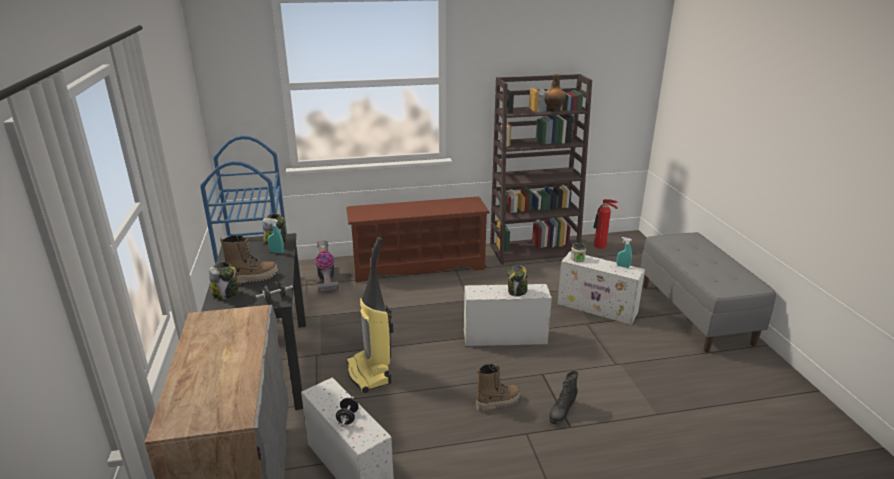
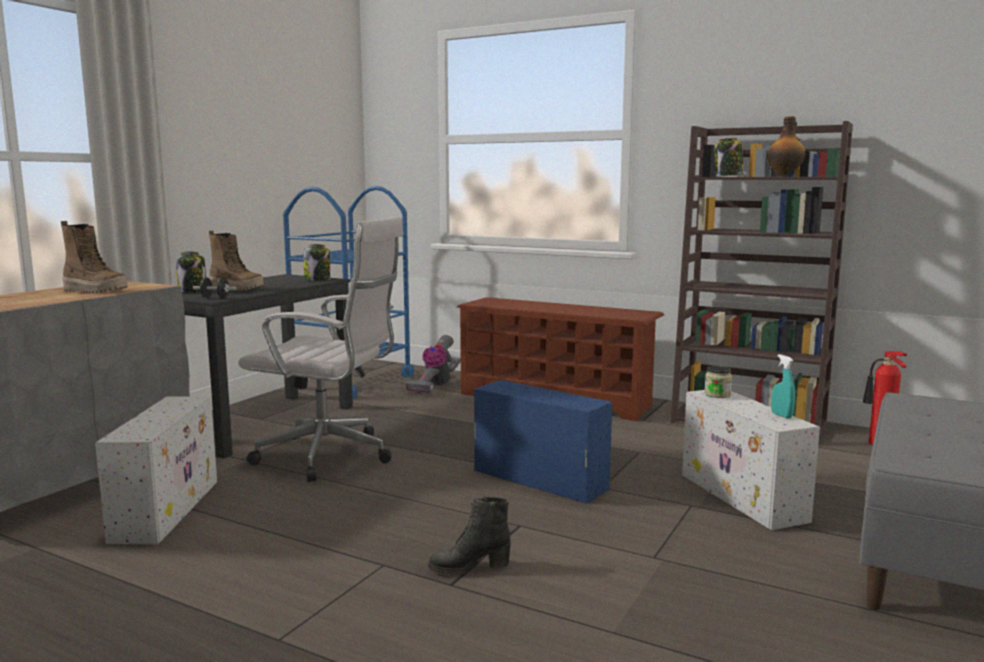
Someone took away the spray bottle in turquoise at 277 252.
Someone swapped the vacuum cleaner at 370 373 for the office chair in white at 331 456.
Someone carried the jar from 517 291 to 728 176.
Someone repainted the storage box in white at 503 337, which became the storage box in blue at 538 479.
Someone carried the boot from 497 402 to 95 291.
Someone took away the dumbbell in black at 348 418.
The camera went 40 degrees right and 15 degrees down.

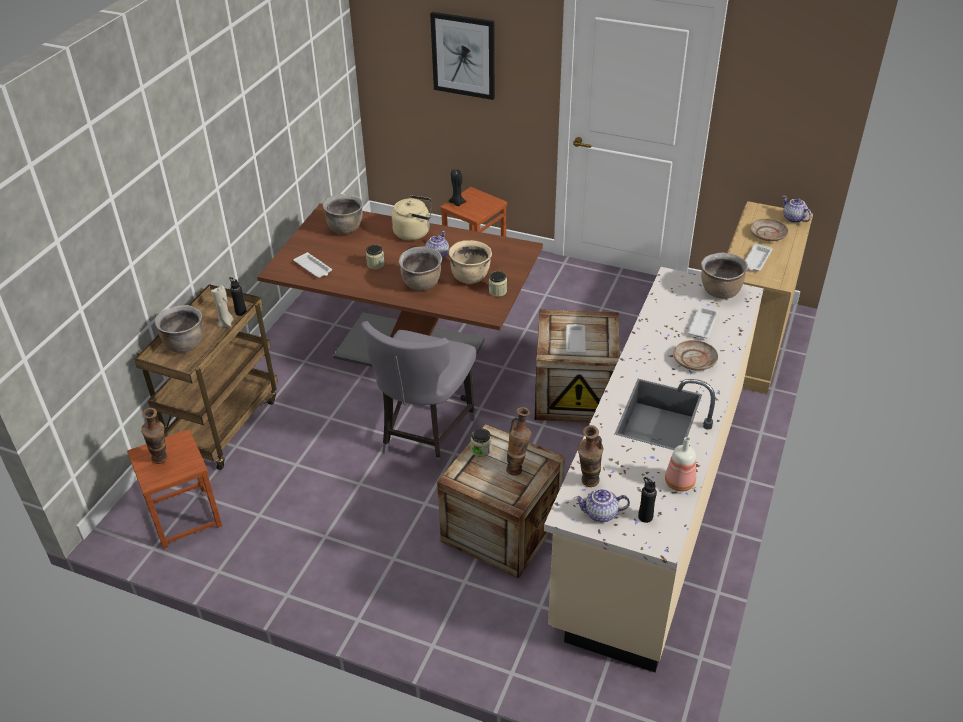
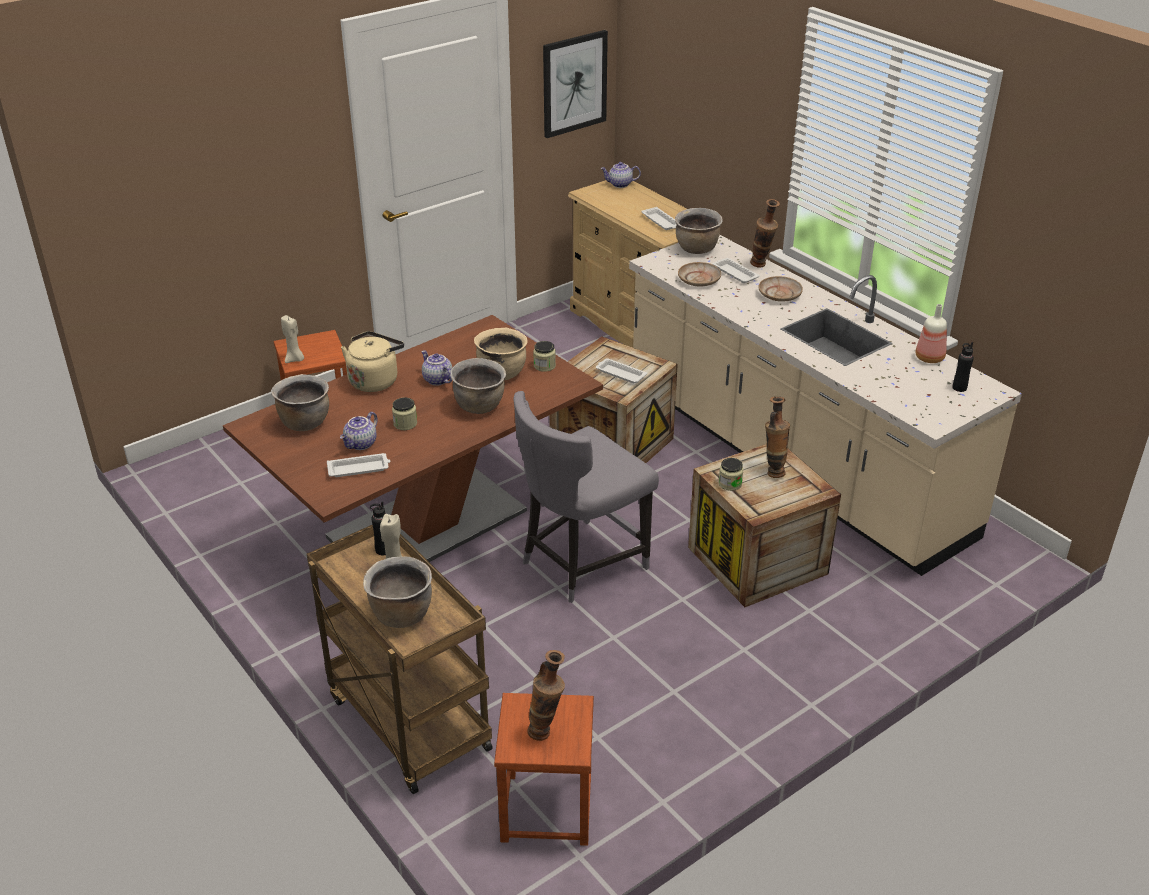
Someone carried the picture from 463 55 to 574 83.
Someone repainted the candle in black at 457 203, which became the candle in beige at 295 359.
Someone carried the plate in beige from 767 234 to 699 280.
Someone rotated the chair in grey at 424 435 by 90 degrees clockwise.
Someone carried the vase from 588 485 to 761 266.
Someone carried the teapot from 600 514 to 361 444.
The camera went 60 degrees left and 5 degrees down.

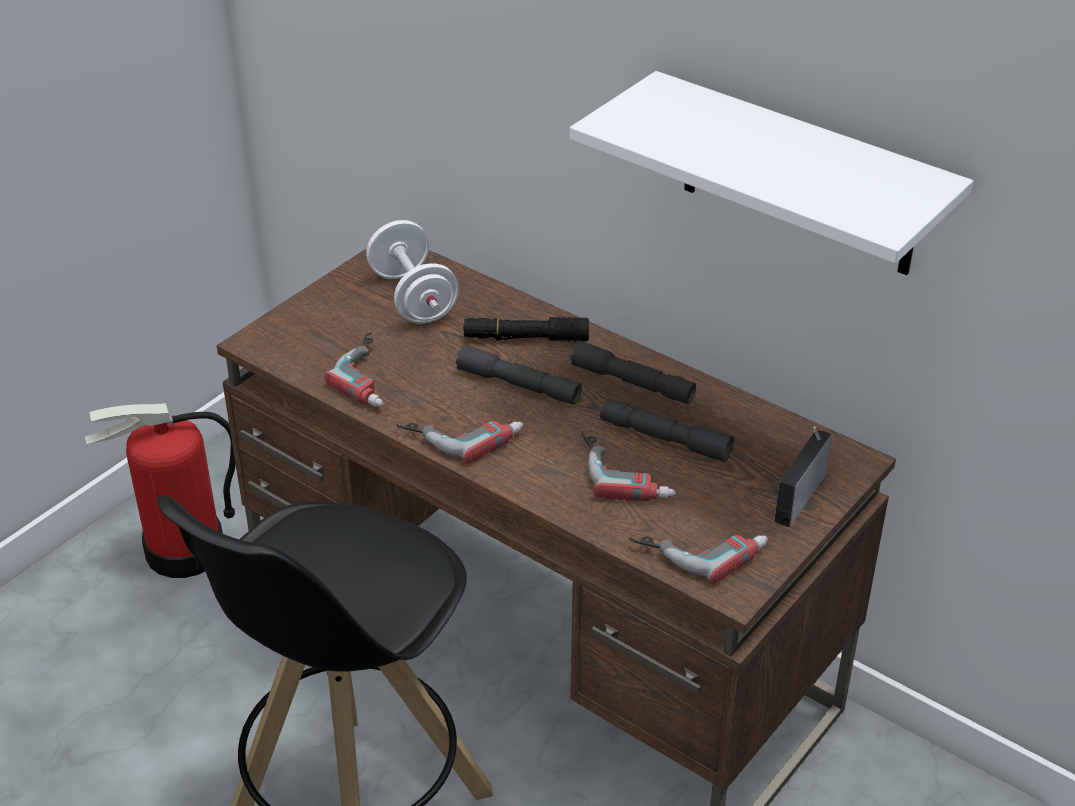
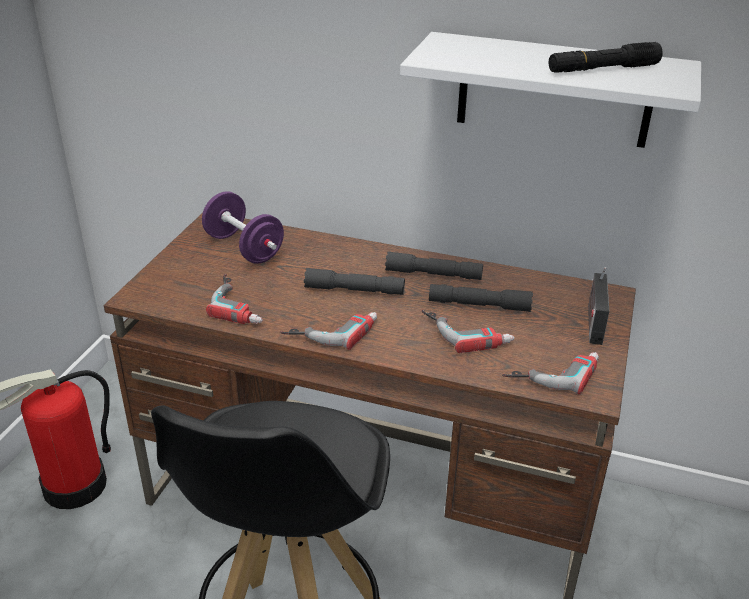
Someone repainted the dumbbell in white at 413 298, which became the dumbbell in purple at 244 248.
Someone carried the flashlight in black from 526 338 to 603 69.
The camera went 20 degrees left and 5 degrees down.

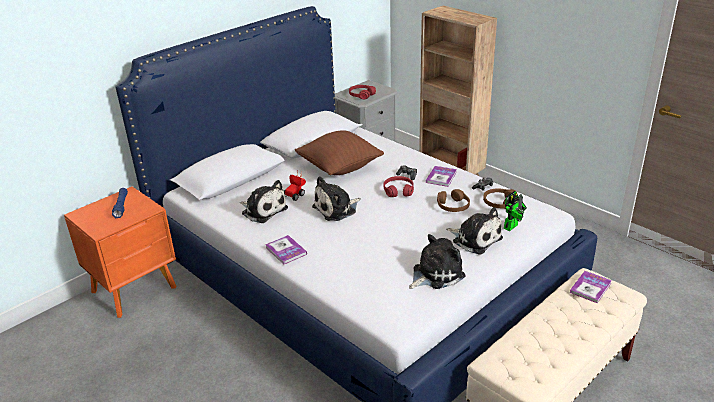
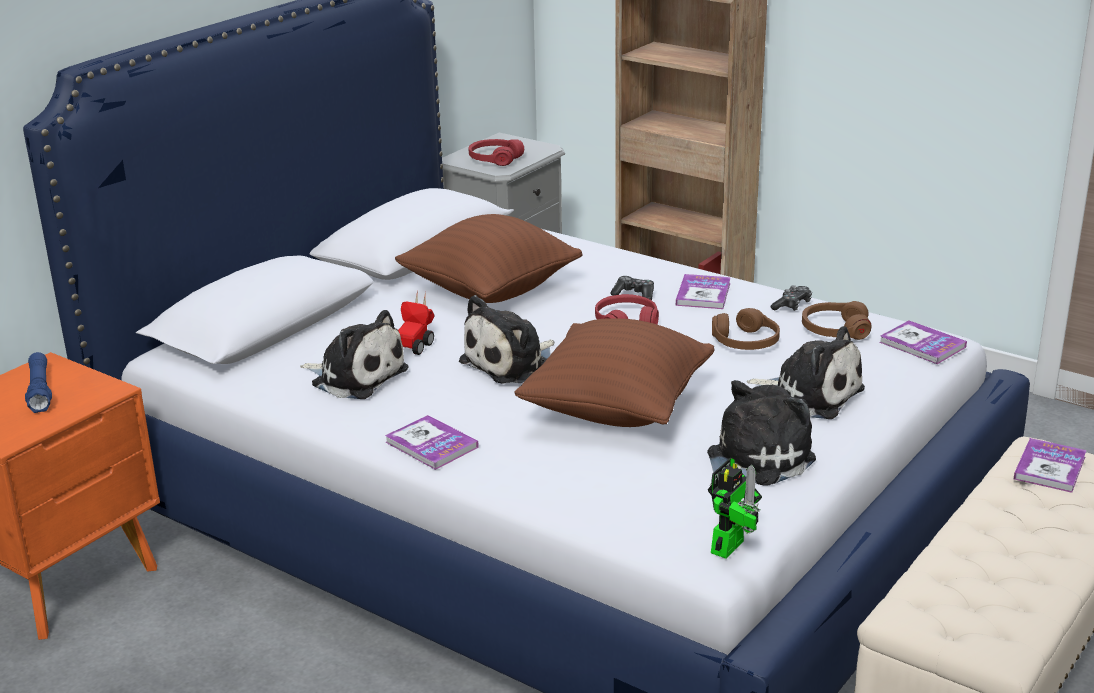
Someone carried the toy robot from 512 225 to 730 543.
Someone put down the pillow in brown at 617 410.
Someone put down the book at 922 344.
The camera went 10 degrees left and 5 degrees down.

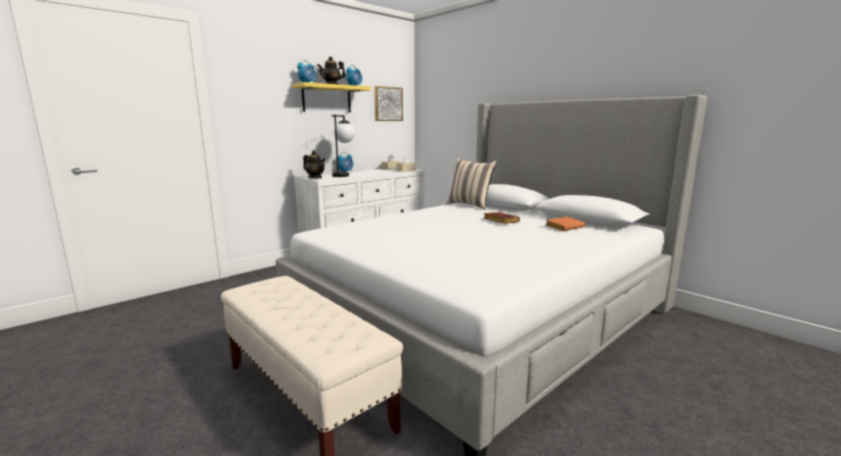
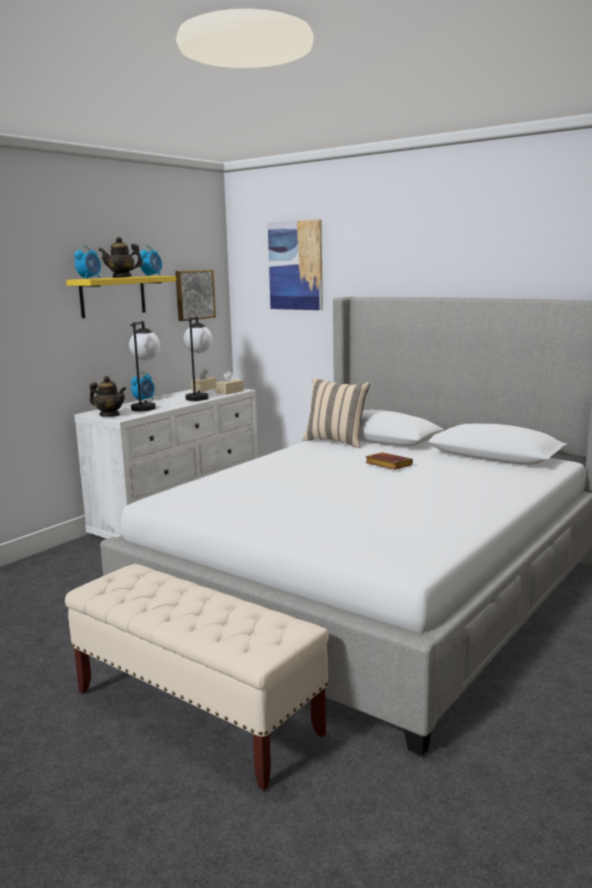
Someone took away the book in orange at 564 227.
Someone put up the picture at 296 265.
Someone put down the table lamp at 199 397.
The camera went 10 degrees left and 0 degrees up.

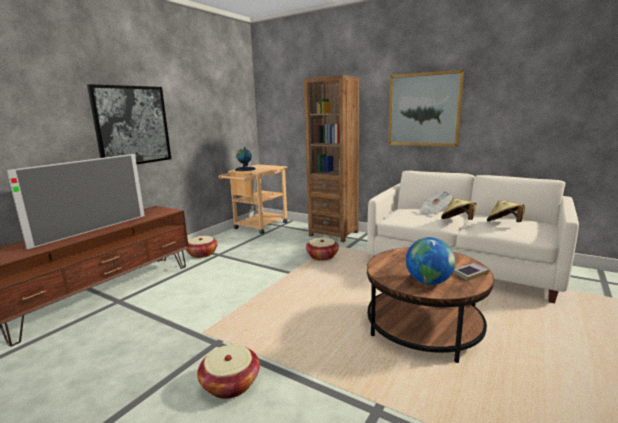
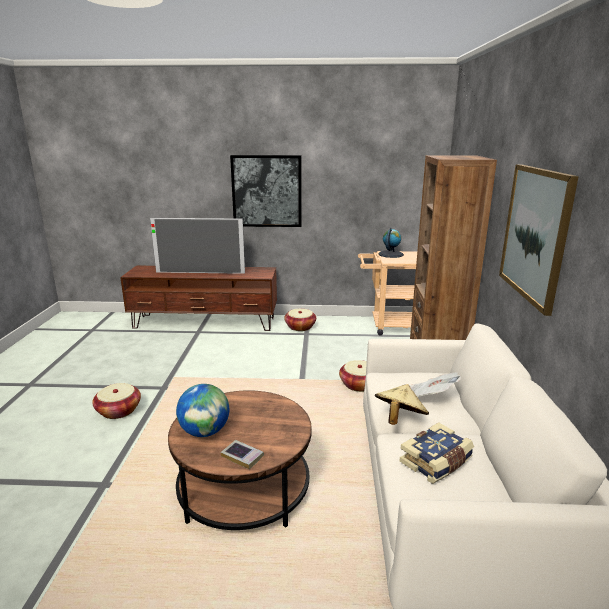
Someone swapped the hat in beige at 504 223 for the book at 436 462.
The camera went 60 degrees right and 5 degrees up.

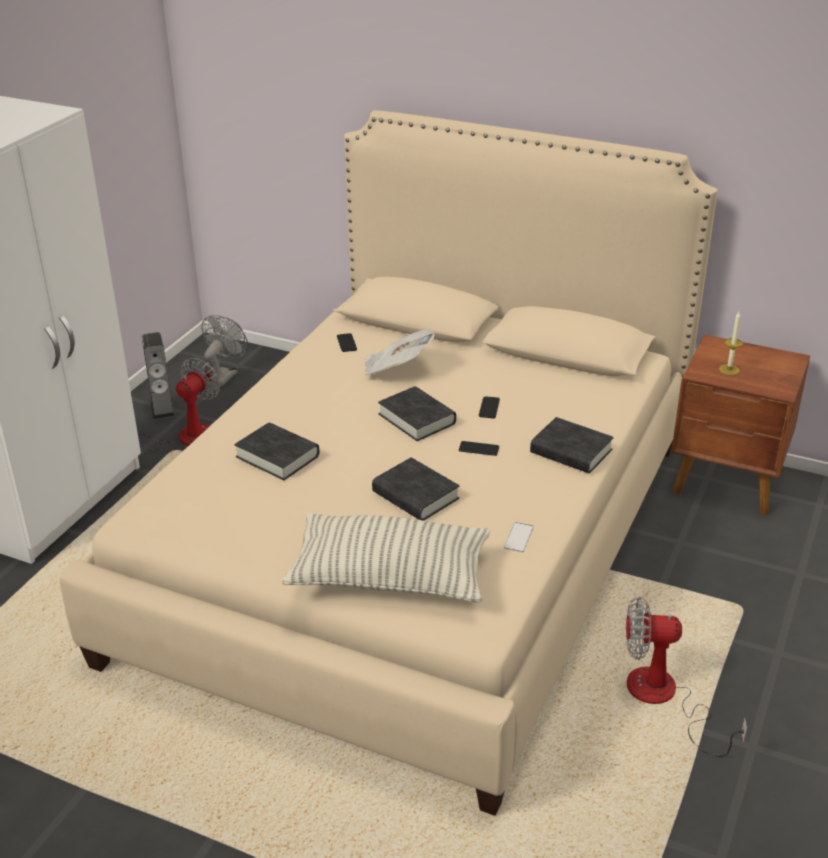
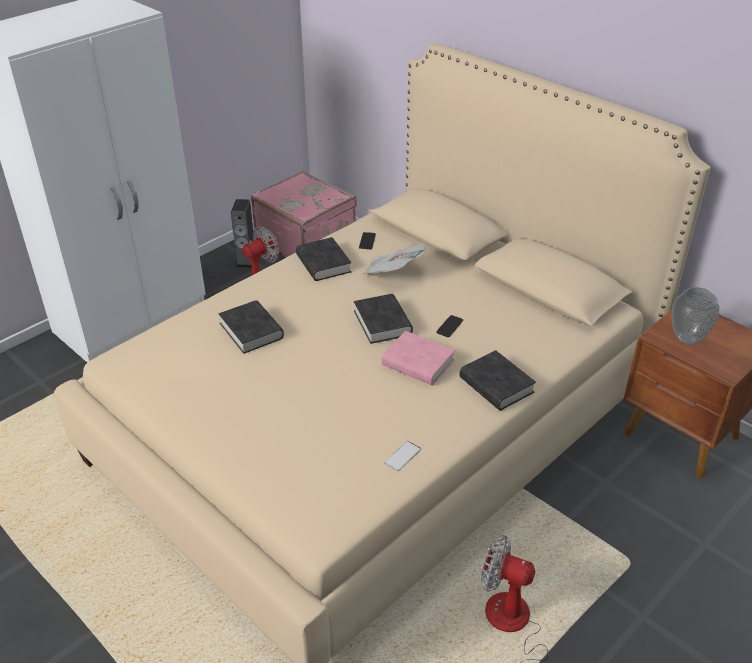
Someone swapped the candle at 729 370 for the vase at 688 339.
Someone swapped the fan in grey at 224 375 for the suitcase in pink at 306 241.
Someone swapped the phone at 478 449 for the book in pink at 417 363.
Someone carried the book in black from 415 495 to 323 264.
Someone took away the pillow at 390 578.
The camera went 20 degrees right and 5 degrees up.

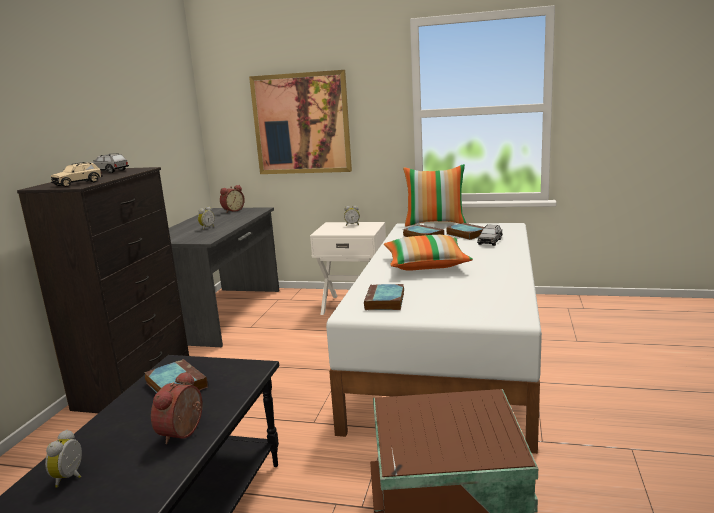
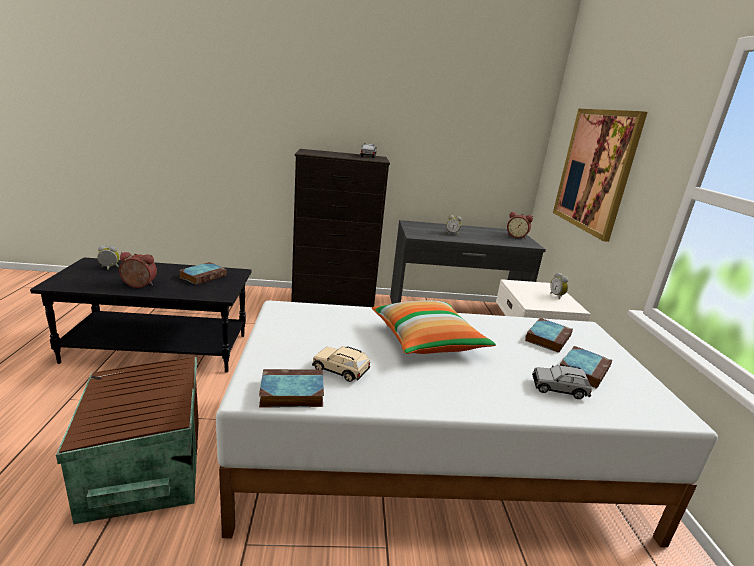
Someone carried the toy car in beige from 78 183 to 340 370.
Someone took away the pillow at 435 223.
Someone carried the book from 385 301 to 290 393.
The camera went 70 degrees right and 5 degrees up.

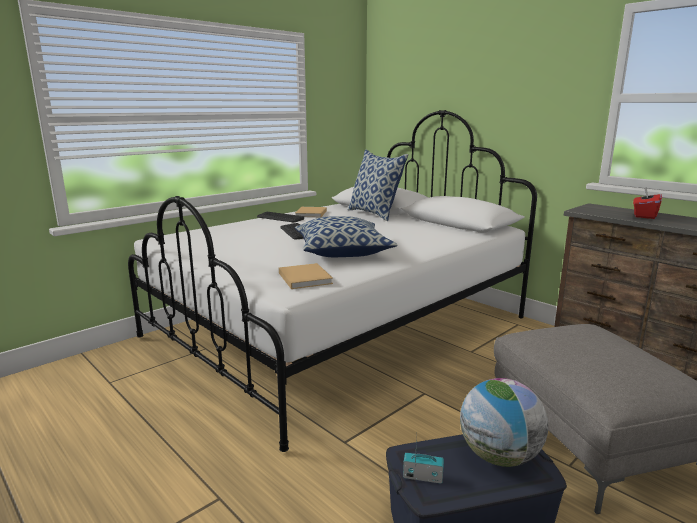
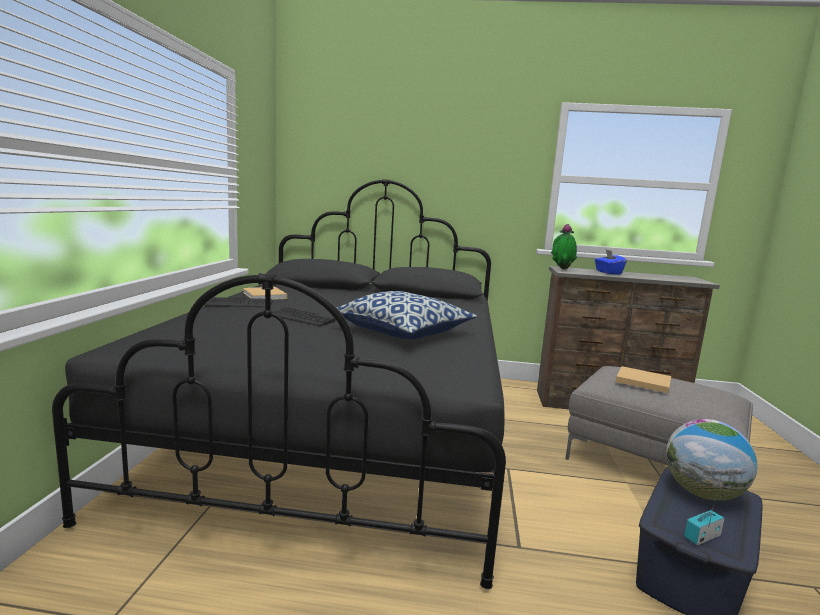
Someone repainted the bed in white at 340 327, which became the bed in black at 343 427.
Someone took away the pillow at 375 214.
Someone repainted the tissue box in red at 644 215, which became the tissue box in blue at 608 272.
Someone carried the book in beige from 304 277 to 641 381.
Someone put down the potted plant at 561 269.
The camera went 40 degrees left and 5 degrees down.

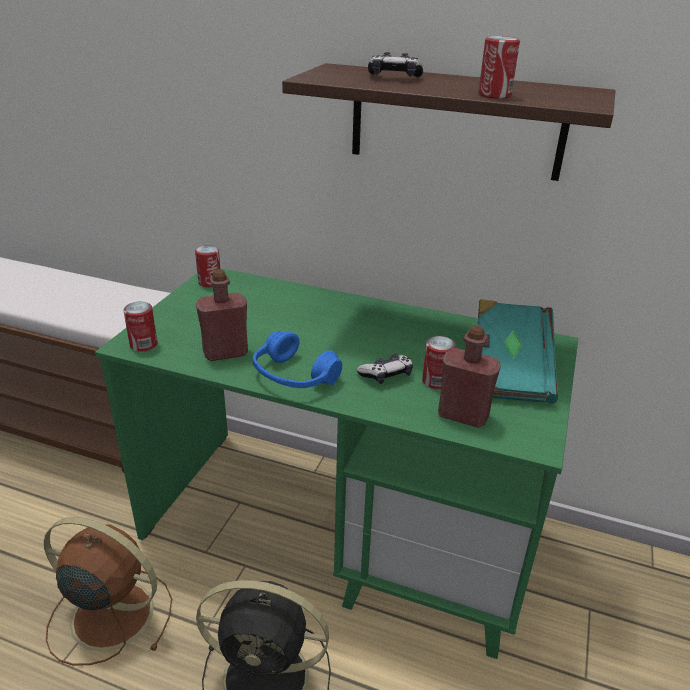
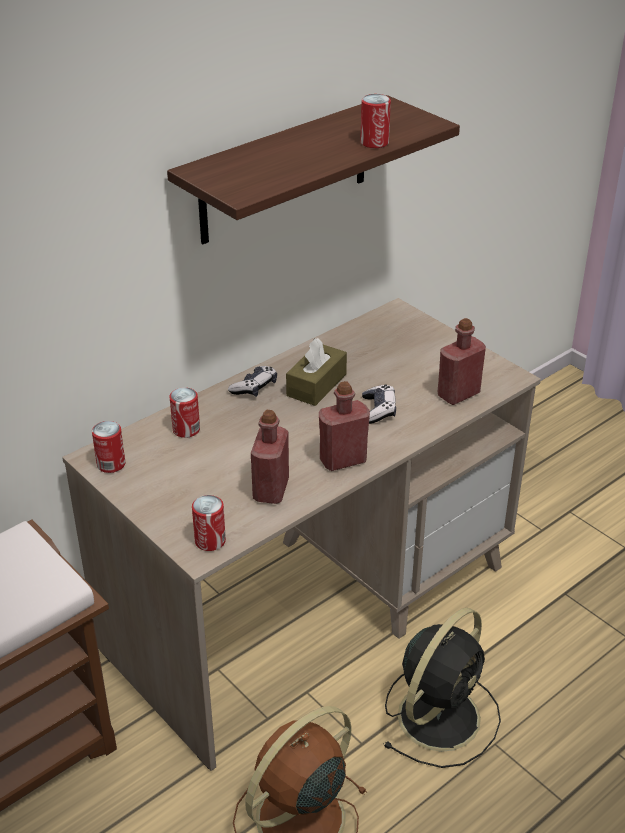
Someone carried the game controller from 394 77 to 254 387.
Someone repainted the desk in green at 341 529, which became the desk in beige at 311 604.
Someone took away the book in turquoise at 508 371.
Someone swapped the headphones in blue at 294 376 for the bottle in red at 343 460.
Someone carried the can from 436 381 to 186 430.
Someone put down the tissue box in brown at 316 385.
The camera went 60 degrees left and 5 degrees up.

